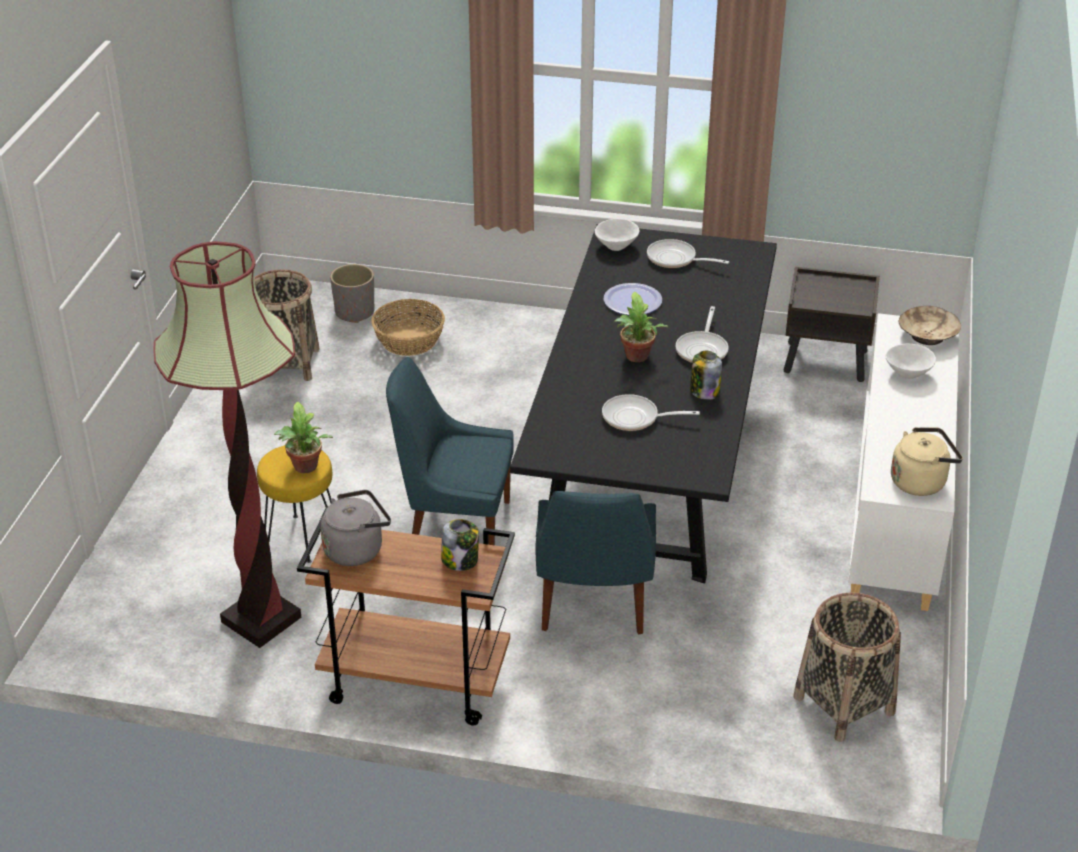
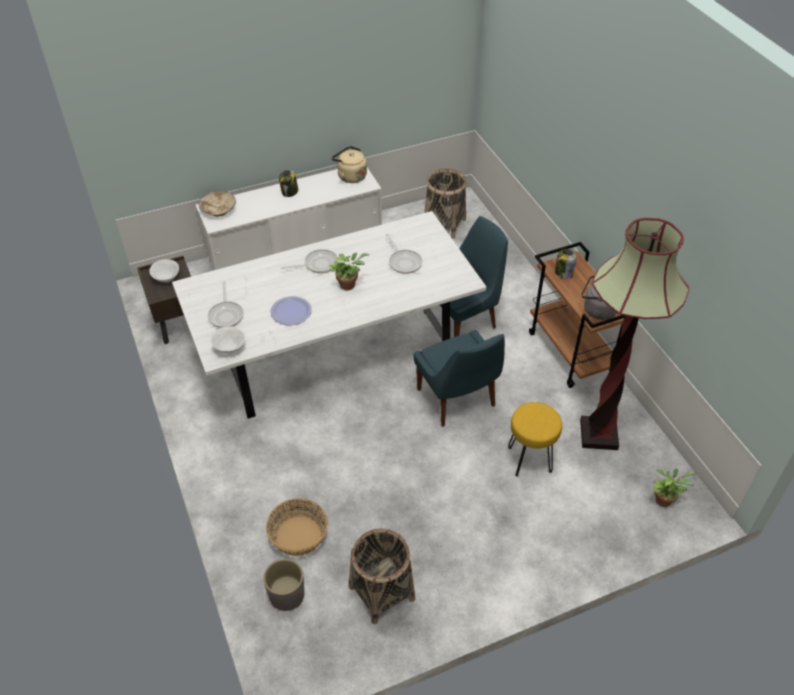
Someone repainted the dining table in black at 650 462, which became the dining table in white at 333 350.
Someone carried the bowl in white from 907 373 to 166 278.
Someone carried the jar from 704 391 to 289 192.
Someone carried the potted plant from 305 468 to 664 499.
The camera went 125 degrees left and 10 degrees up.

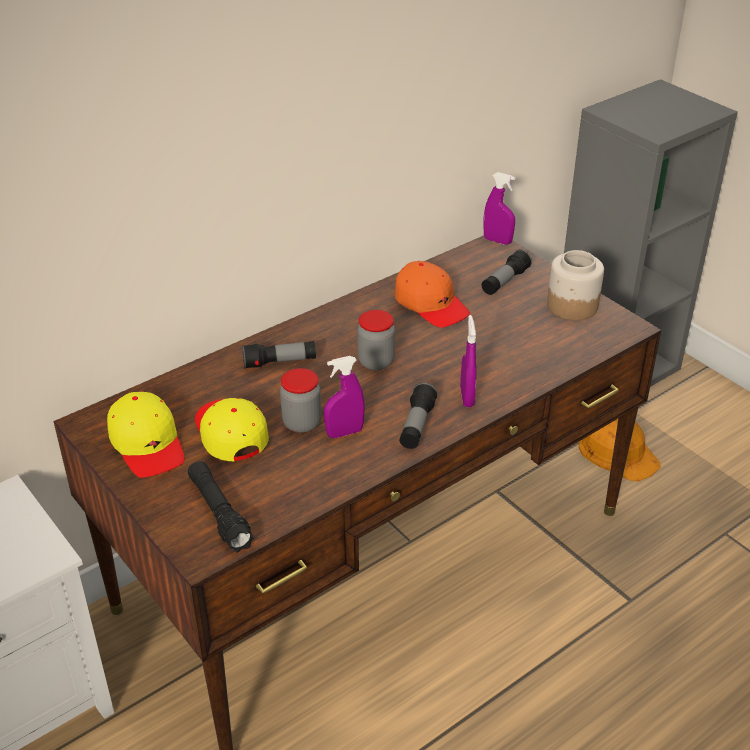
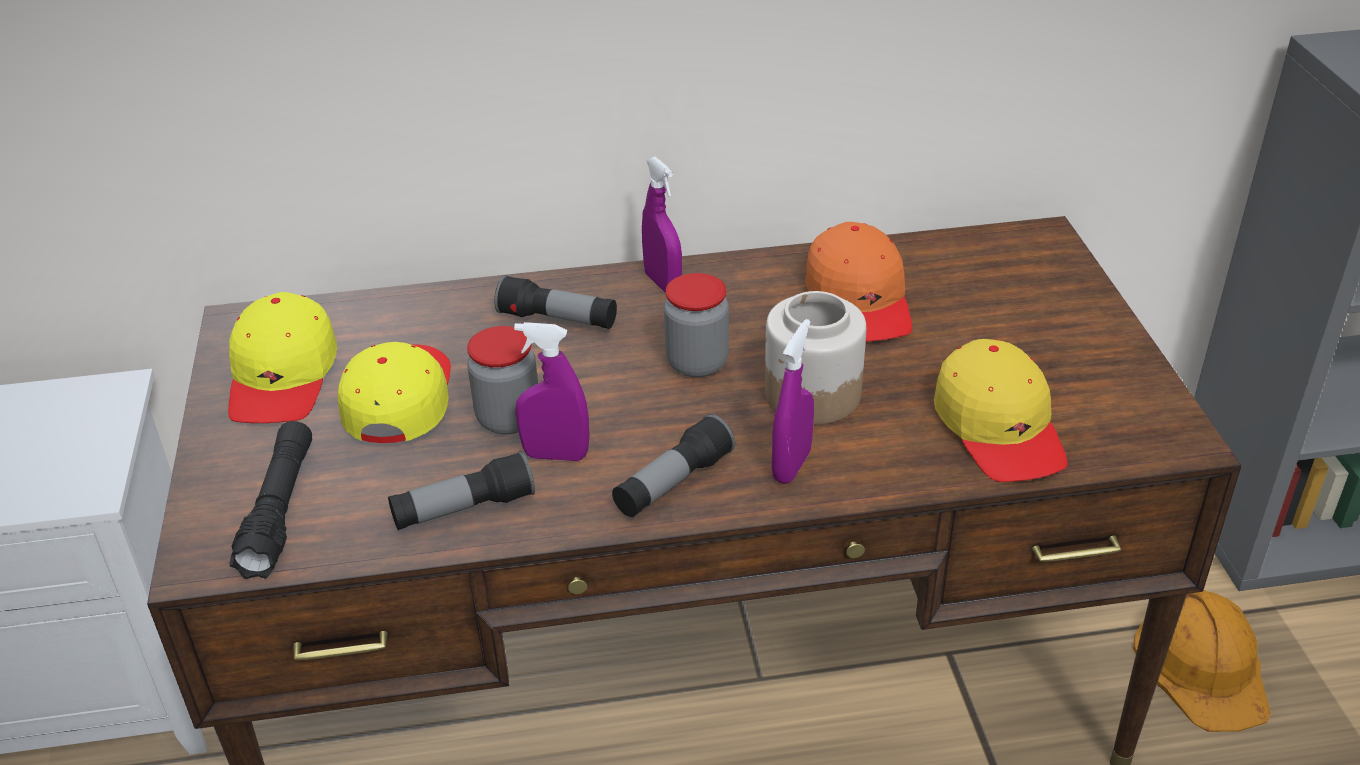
Someone carried the spray bottle in purple from 497 241 to 663 283.
Someone carried the flashlight from 505 281 to 464 509.
Someone carried the jar from 571 306 to 812 394.
Someone put down the cap in yellow at 999 428.
The camera went 30 degrees right and 0 degrees up.

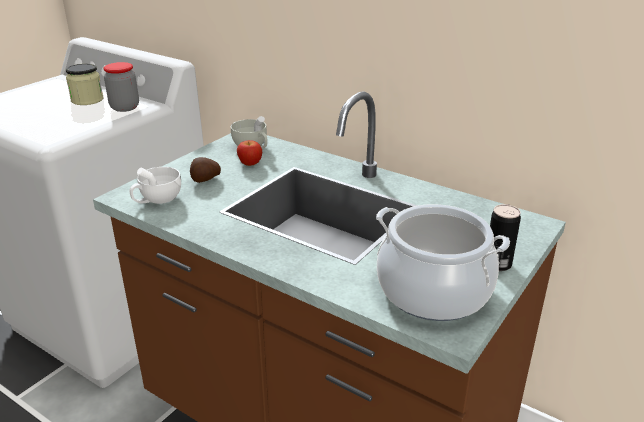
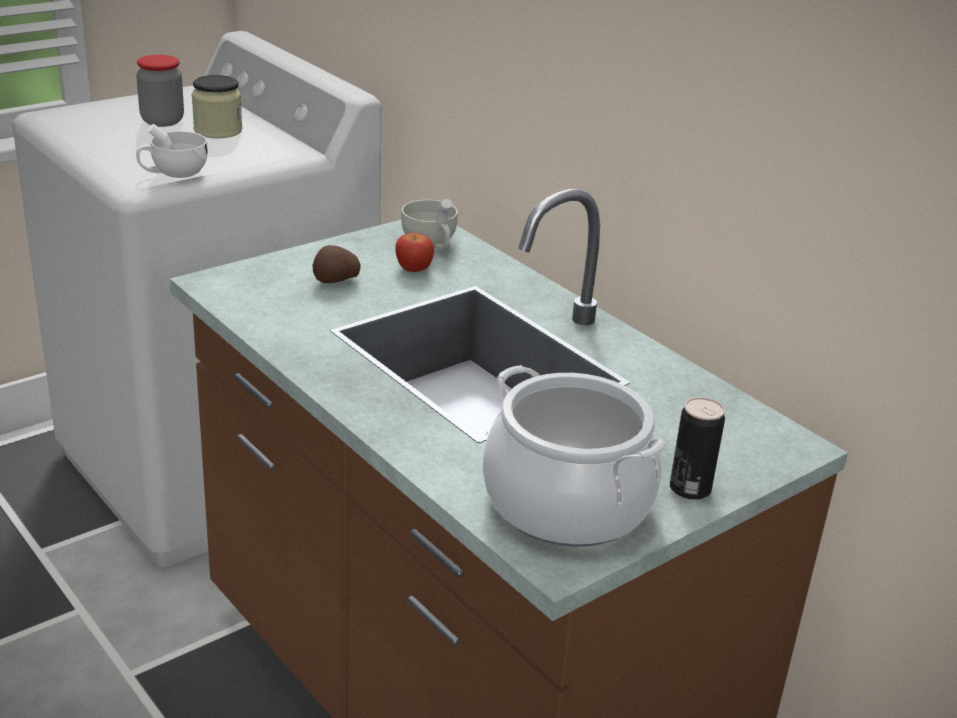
Someone carried the jar from 125 107 to 162 121.
Someone carried the cup in white from 157 200 to 173 173.
The camera went 15 degrees right and 0 degrees up.

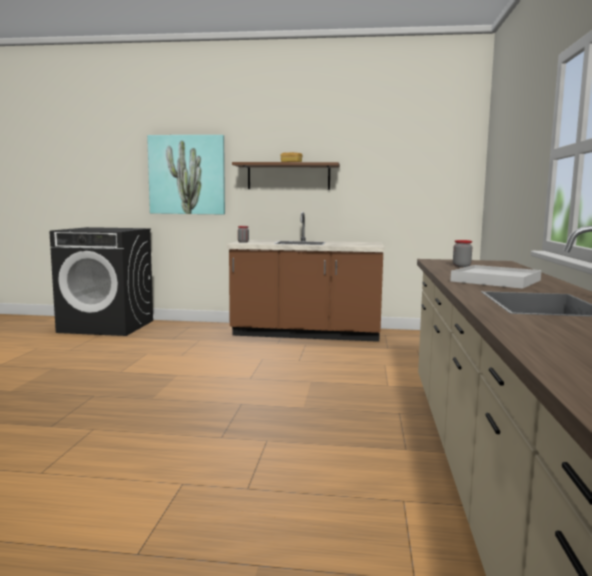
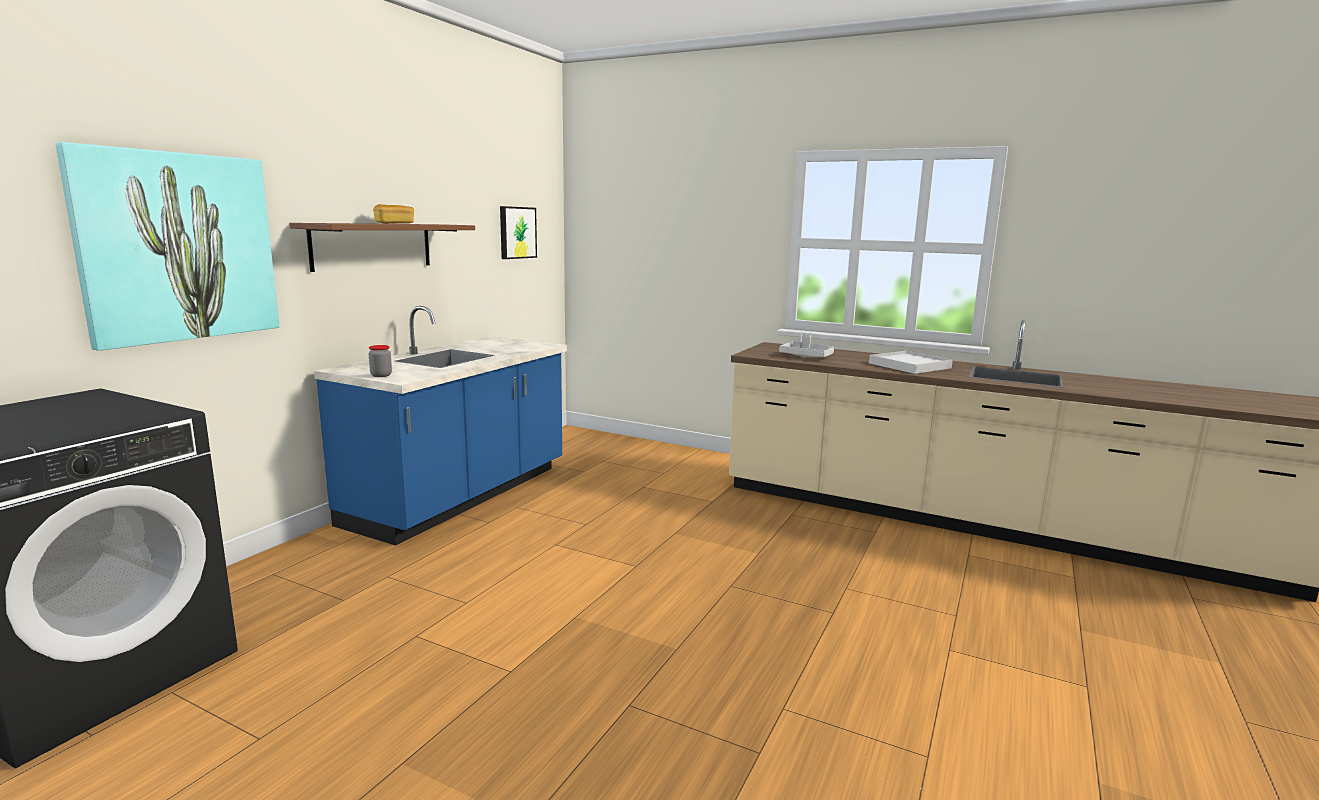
Someone repainted the counter in brown at 306 333, which became the counter in blue at 461 496.
Someone swapped the jar at 461 266 for the tray in grey at 806 356.
Someone put up the picture at 517 232.
The camera went 70 degrees left and 5 degrees up.

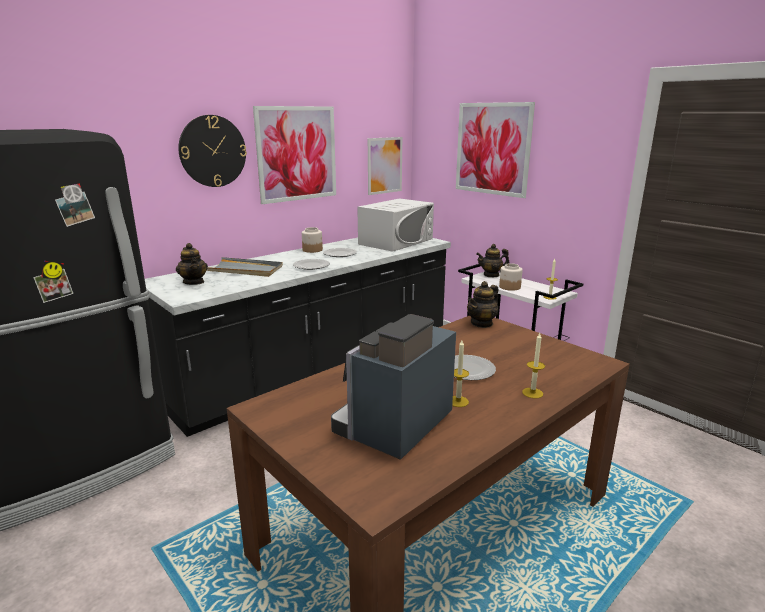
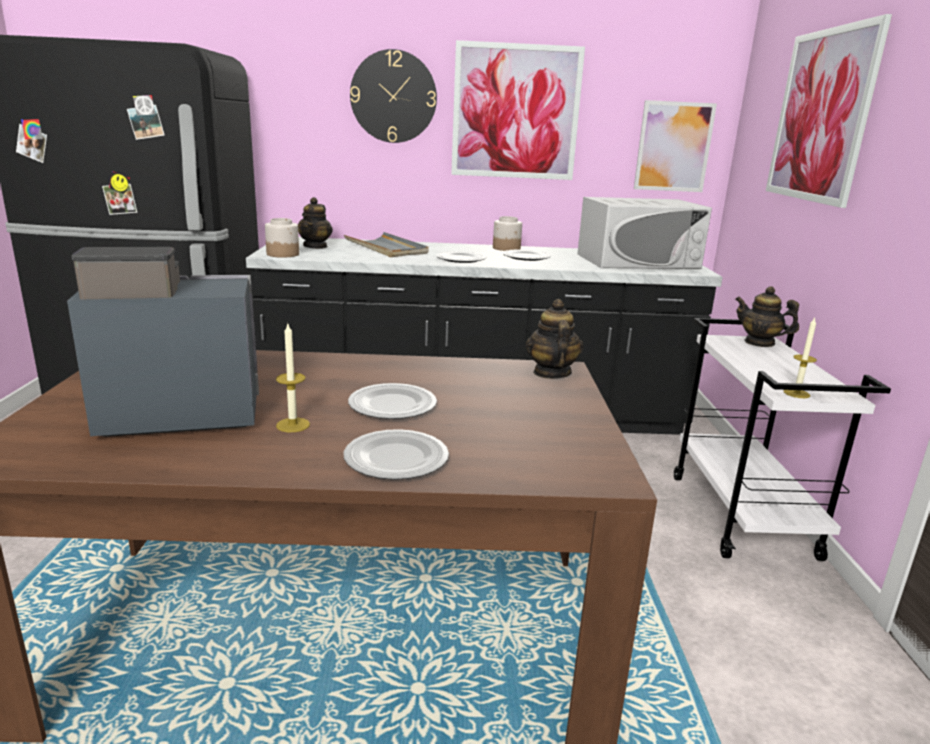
Someone carried the jar from 509 287 to 283 254.
Someone rotated the teapot at 482 323 by 90 degrees clockwise.
Someone swapped the candle at 532 393 for the plate at 398 458.
The camera went 40 degrees right and 0 degrees up.

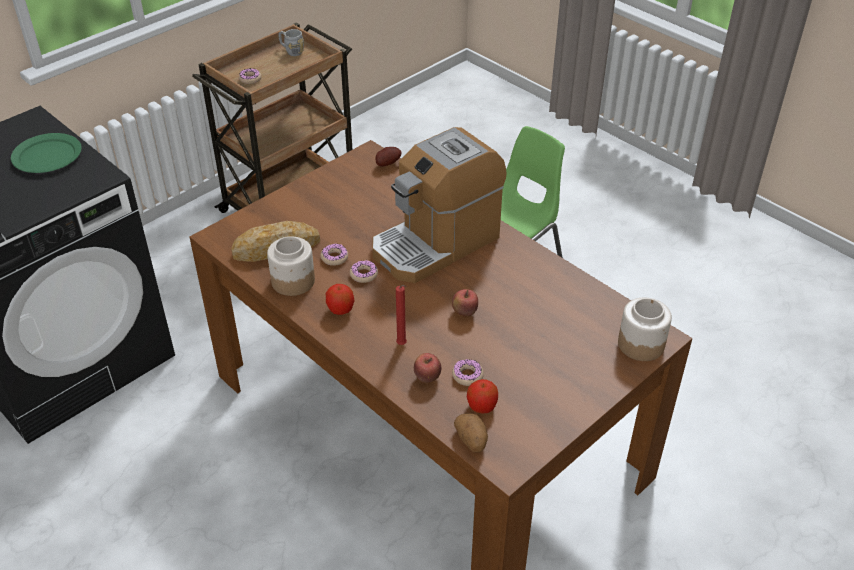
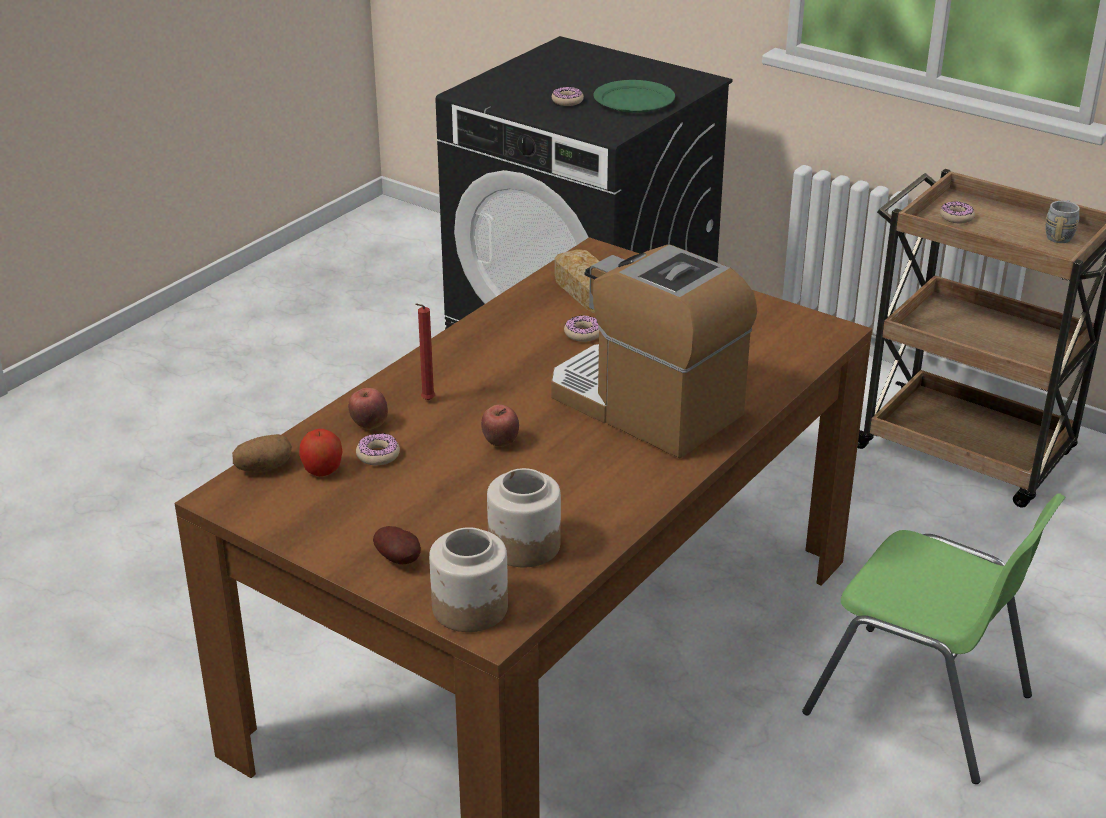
Someone carried the potato from 387 164 to 400 560.
Someone carried the jar from 292 281 to 523 545.
Someone carried the donut from 364 274 to 567 101.
Someone took away the apple at 340 309.
The camera went 80 degrees right and 10 degrees down.

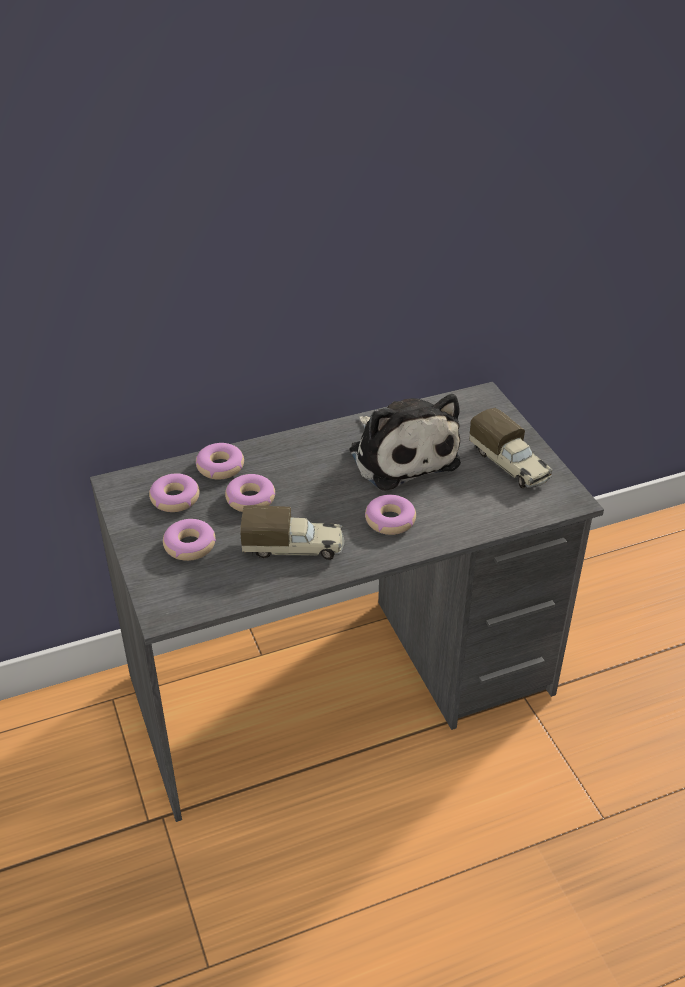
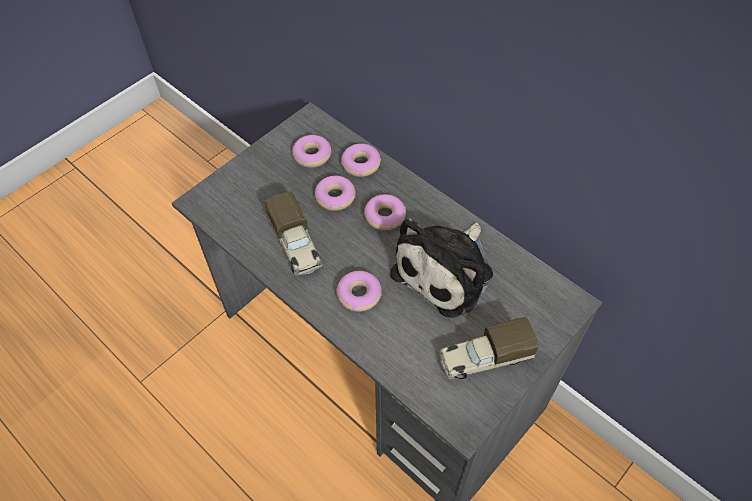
Someone rotated the toy truck at 510 465 by 45 degrees clockwise.
Someone carried the donut from 190 545 to 385 216.
The camera went 65 degrees right and 15 degrees up.

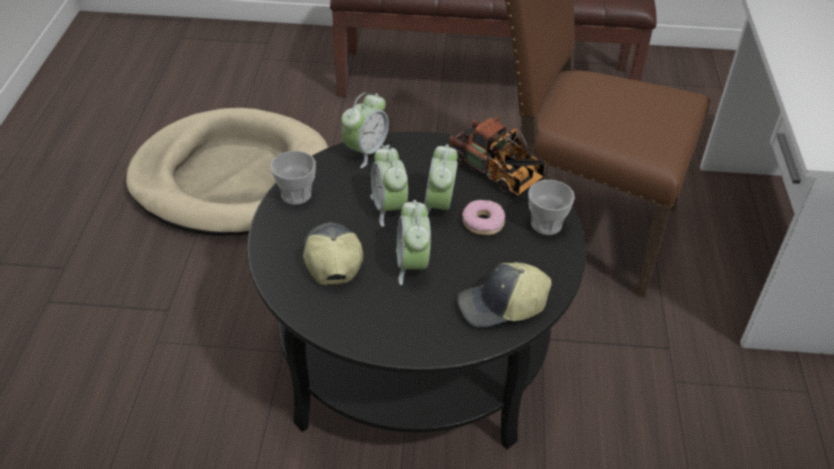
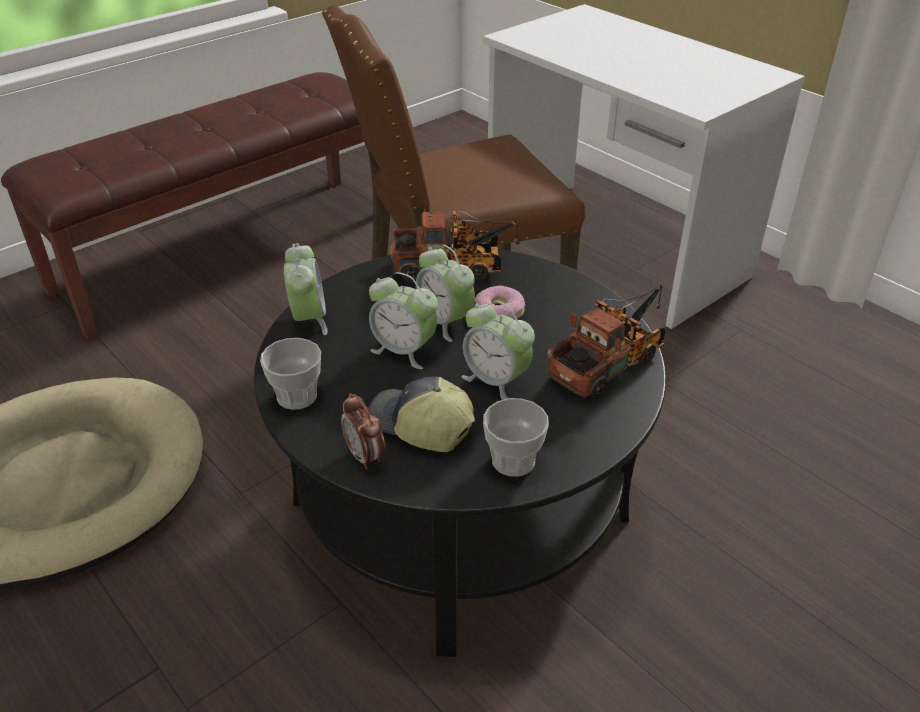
Someone carried the cup from 546 224 to 513 461.
Someone swapped the cap at 502 306 for the toy truck at 611 362.
Someone put down the alarm clock at 365 456.
The camera went 45 degrees left and 5 degrees down.

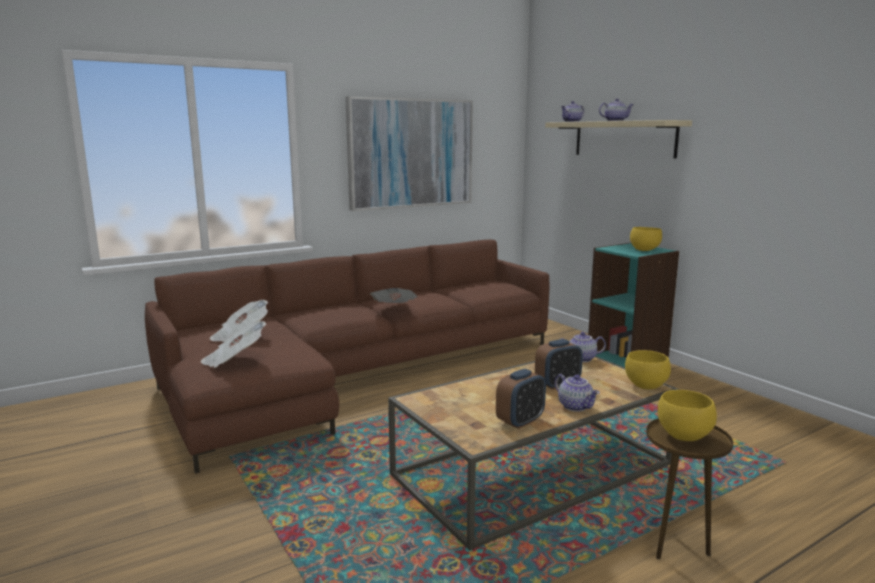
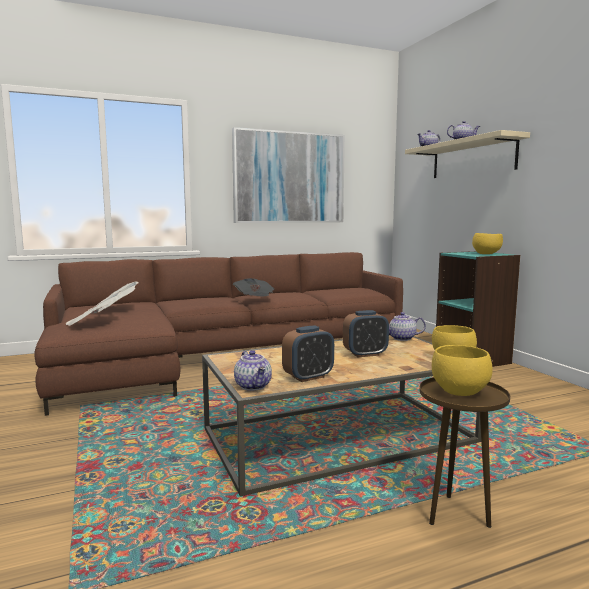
Someone carried the teapot from 576 406 to 254 386.
The camera went 10 degrees right and 5 degrees down.

